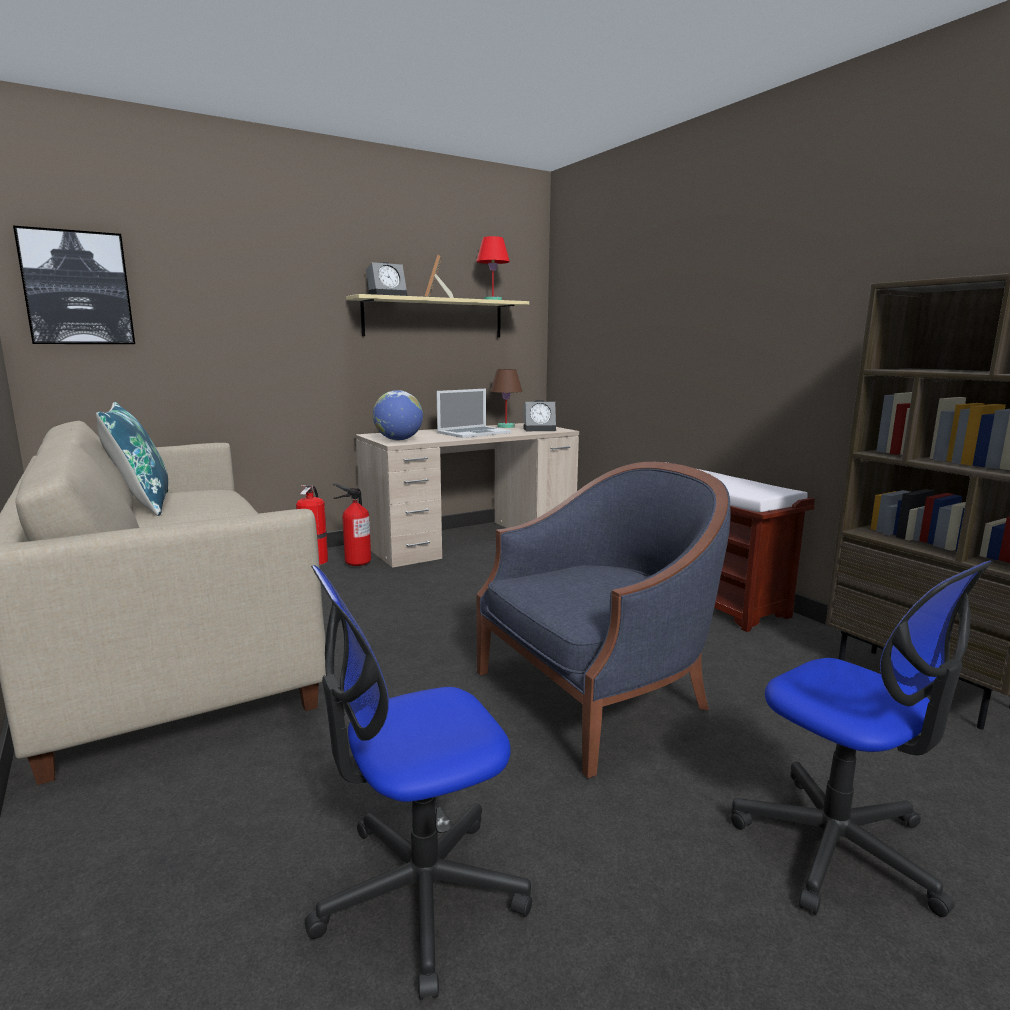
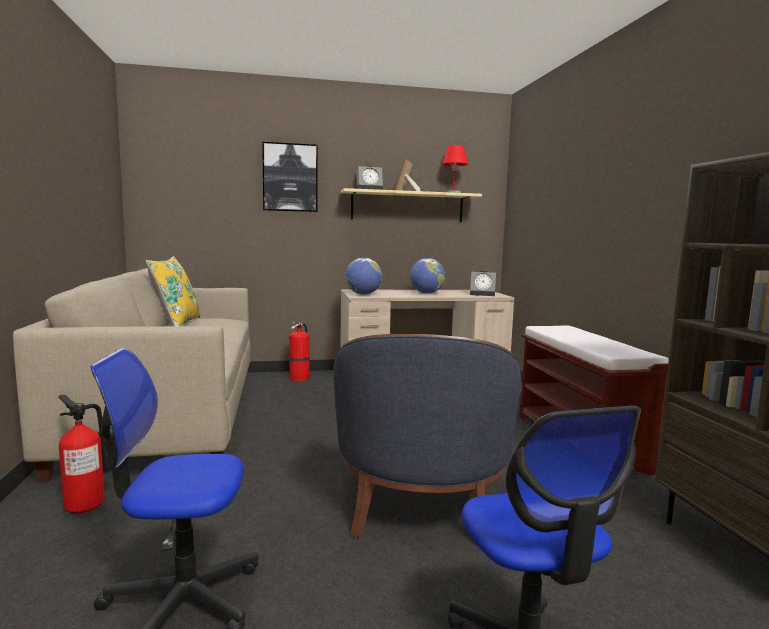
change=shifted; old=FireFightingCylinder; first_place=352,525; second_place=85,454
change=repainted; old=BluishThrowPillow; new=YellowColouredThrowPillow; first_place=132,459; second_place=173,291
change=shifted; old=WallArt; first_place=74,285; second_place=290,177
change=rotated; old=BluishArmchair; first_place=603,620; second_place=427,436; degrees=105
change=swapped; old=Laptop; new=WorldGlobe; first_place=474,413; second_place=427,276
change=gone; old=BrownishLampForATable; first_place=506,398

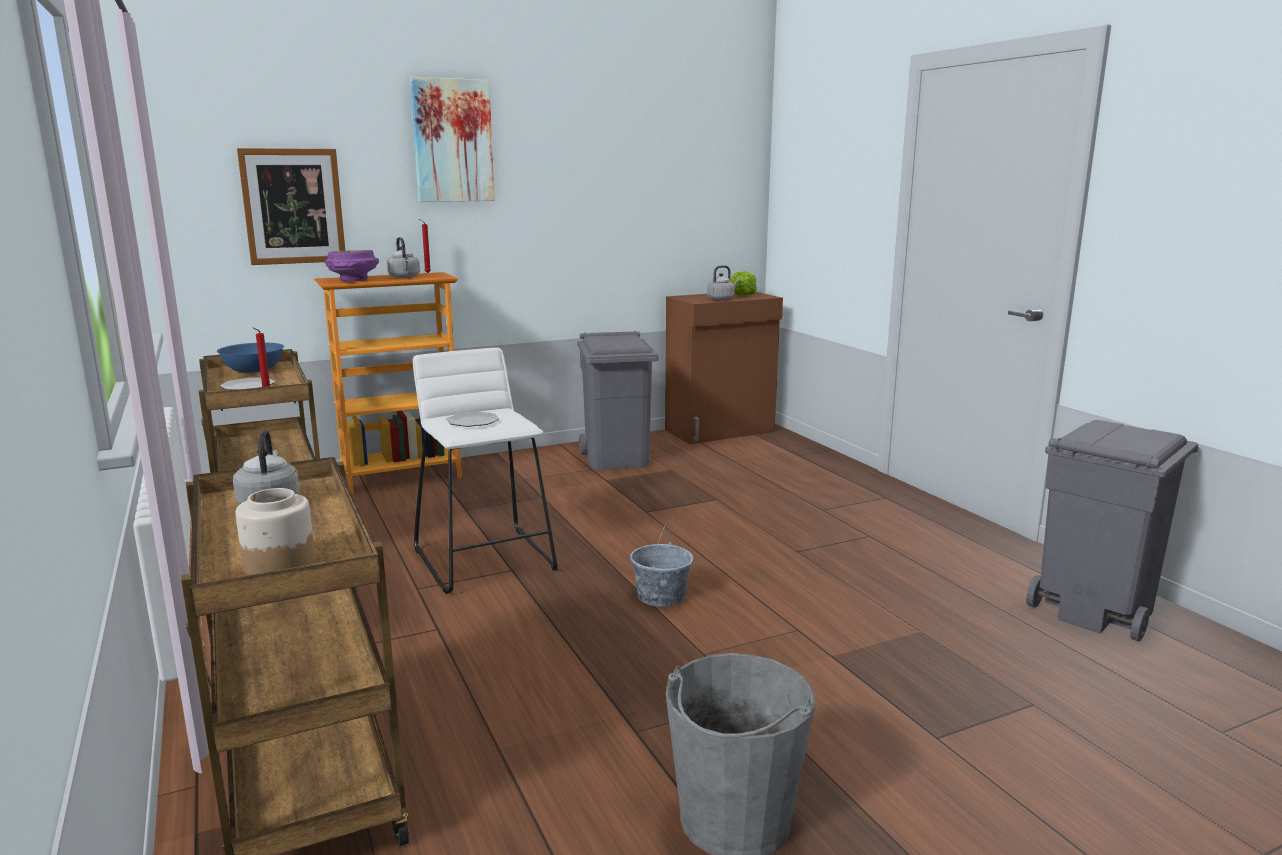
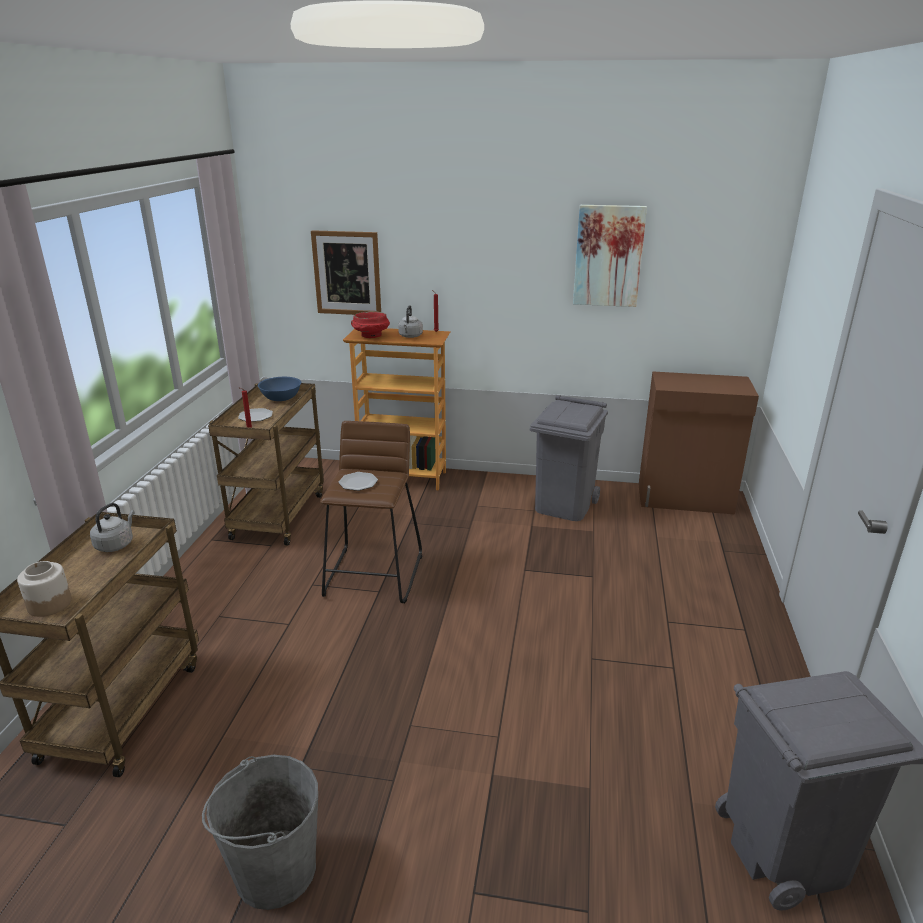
change=repainted; old=WhiteColouredSittingStool; new=BrownishSittingStool; first_place=485,471; second_place=371,512
change=repainted; old=PurpleBowl; new=RedColouredBowl; first_place=352,265; second_place=370,324
change=shifted; old=WallArt; first_place=452,139; second_place=610,256
change=gone; old=GrayPail; first_place=662,566
change=gone; old=GrayWaterKettle; first_place=723,282
change=gone; old=Lettuce; first_place=743,283

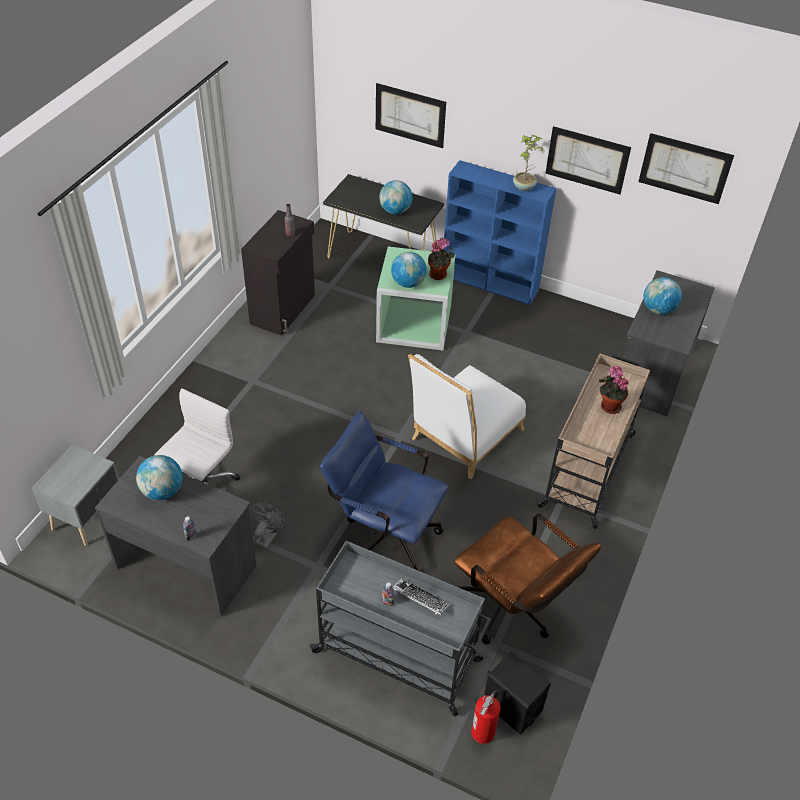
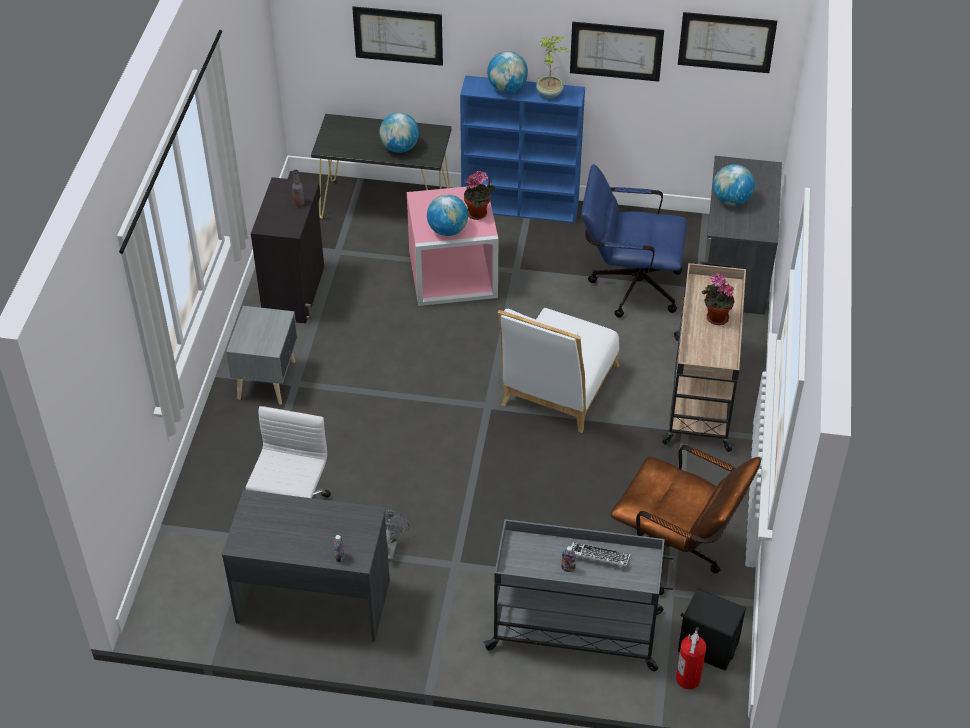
change=shifted; old=GrayBedsideTable; first_place=75,495; second_place=262,355
change=repainted; old=GreenColouredStorageBin; new=PinkishStorageBin; first_place=416,298; second_place=452,245
change=shifted; old=WorldGlobe; first_place=159,477; second_place=507,72
change=shifted; old=BluishDeskChair; first_place=384,490; second_place=634,241

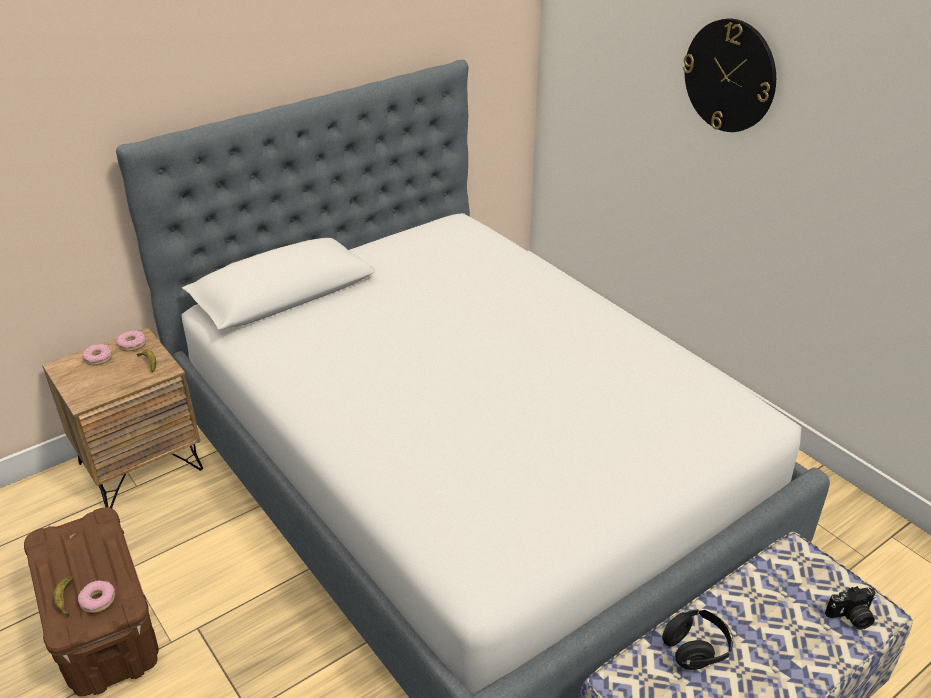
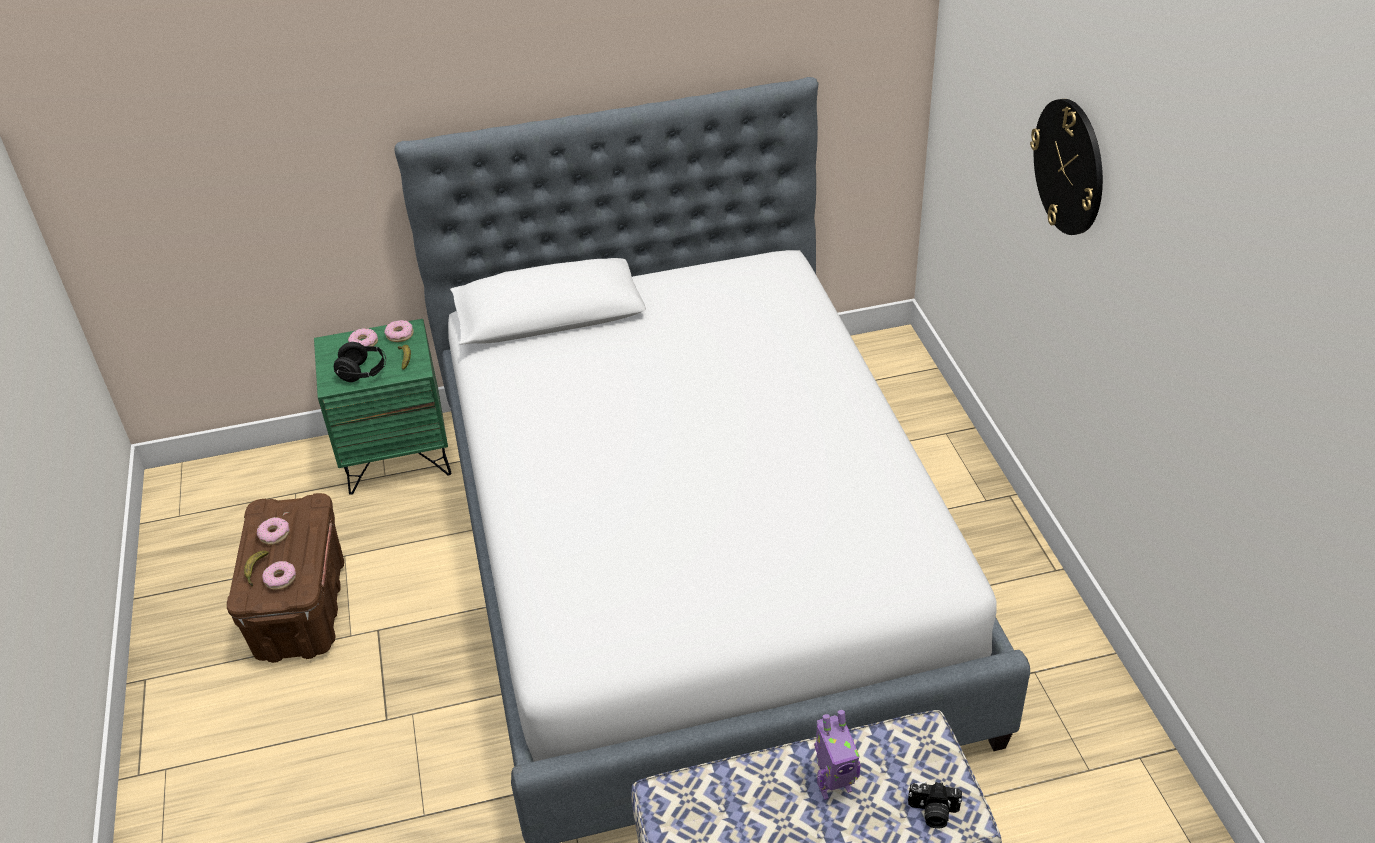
change=new; new=Donut; second_place=273,531
change=repainted; old=BrownishBedsideTable; new=GreenColouredBedsideTable; first_place=122,417; second_place=382,407
change=shifted; old=BlackColouredPairOfHeadphones; first_place=697,639; second_place=360,362
change=new; new=ModelRobot; second_place=837,755

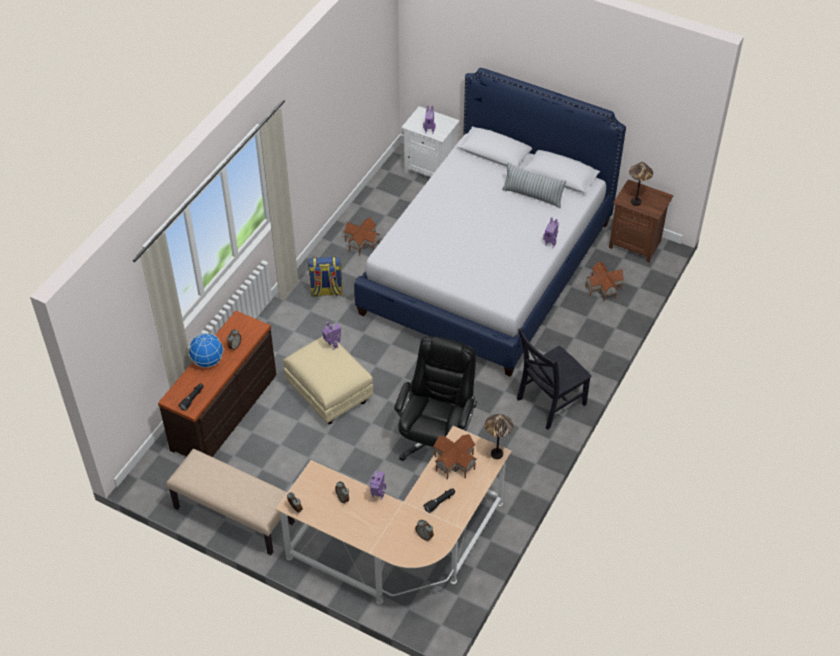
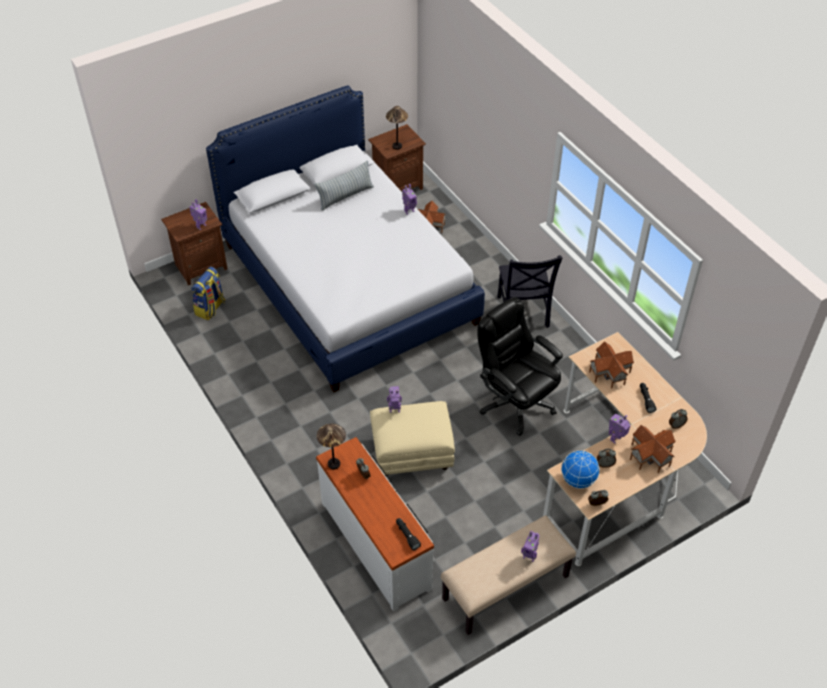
change=repainted; old=WhiteColouredBedsideTable; new=BrownishBedsideTable; first_place=430,141; second_place=194,243
change=shifted; old=Backpack; first_place=325,277; second_place=208,293
change=repainted; old=BrownishDrawerChest; new=WhiteColouredDrawerChest; first_place=217,384; second_place=375,524
change=shifted; old=LampForATable; first_place=499,436; second_place=331,446
change=new; new=ModelRobot; second_place=530,546
change=shifted; old=WorldGlobe; first_place=205,350; second_place=580,469
change=shifted; old=ModelHouse; first_place=362,236; second_place=652,449

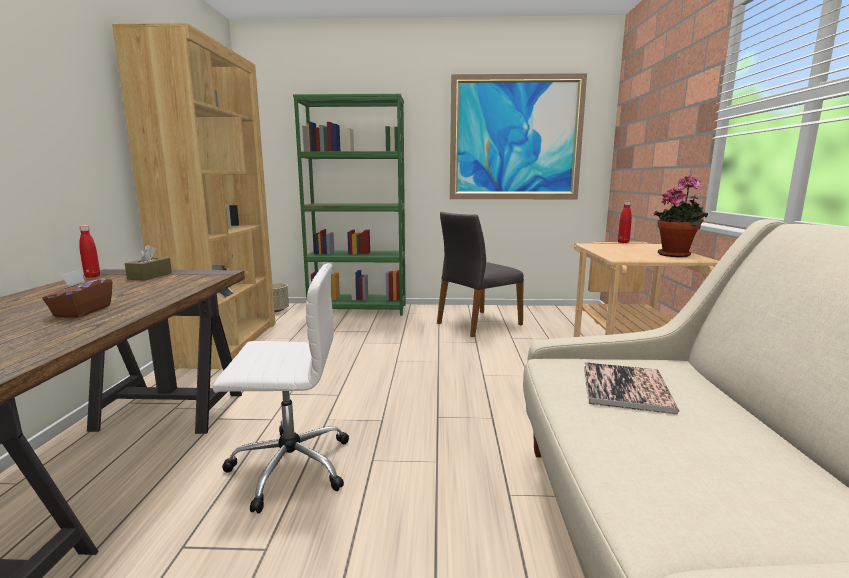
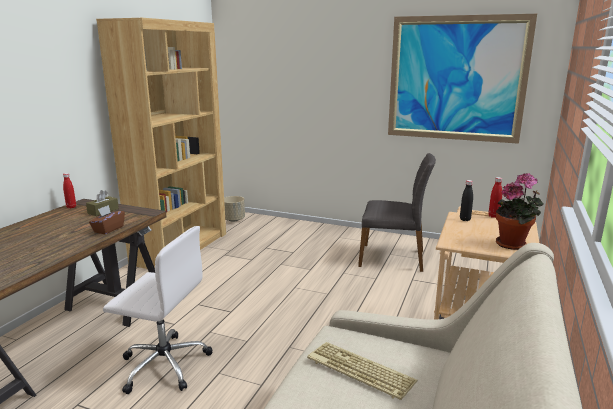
change=shifted; old=BrownishTissueBox; first_place=77,293; second_place=107,219
change=swapped; old=Book; new=Keyboard; first_place=631,388; second_place=362,371
change=rotated; old=GrayPlainChair; first_place=480,274; second_place=397,212; degrees=-150
change=new; new=BlackColouredBeverageBottle; second_place=466,200
change=gone; old=GreenColouredShelvingUnit; first_place=349,205

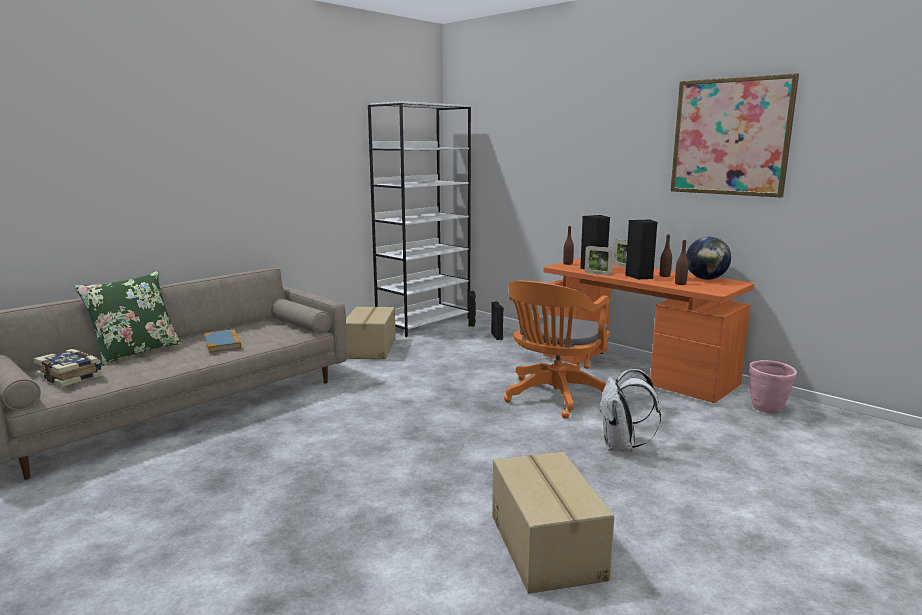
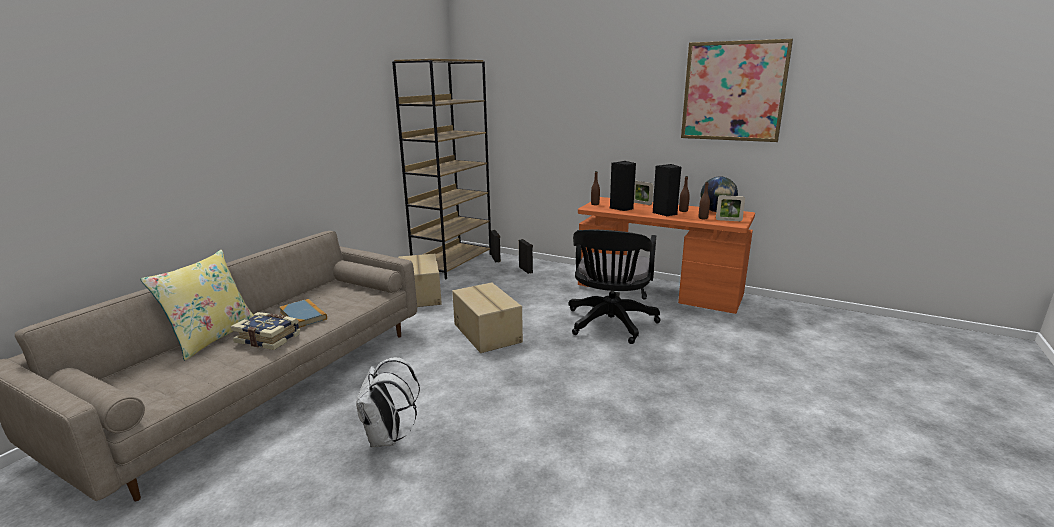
change=repainted; old=GreenColouredThrowPillow; new=YellowColouredThrowPillow; first_place=128,318; second_place=197,305
change=shifted; old=Book; first_place=68,368; second_place=265,331
change=shifted; old=WhiteColouredBackpack; first_place=630,410; second_place=388,402
change=repainted; old=WhiteColouredShelvingUnit; new=BrownishShelvingUnit; first_place=419,219; second_place=441,169
change=shifted; old=PackingBox; first_place=553,523; second_place=487,317
change=repainted; old=OrangeyDeskChair; new=BlackColouredDeskChair; first_place=557,350; second_place=614,287
change=shifted; old=StandingFrame; first_place=599,260; second_place=730,208
change=gone; old=PinkishFlowerPot; first_place=773,387

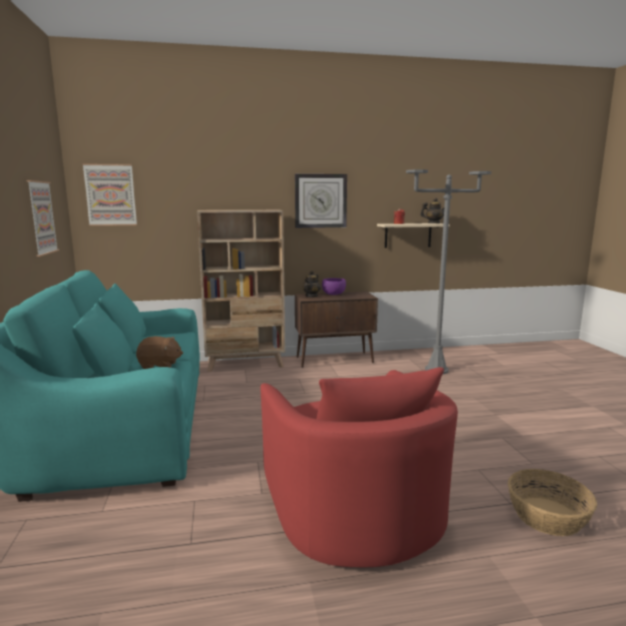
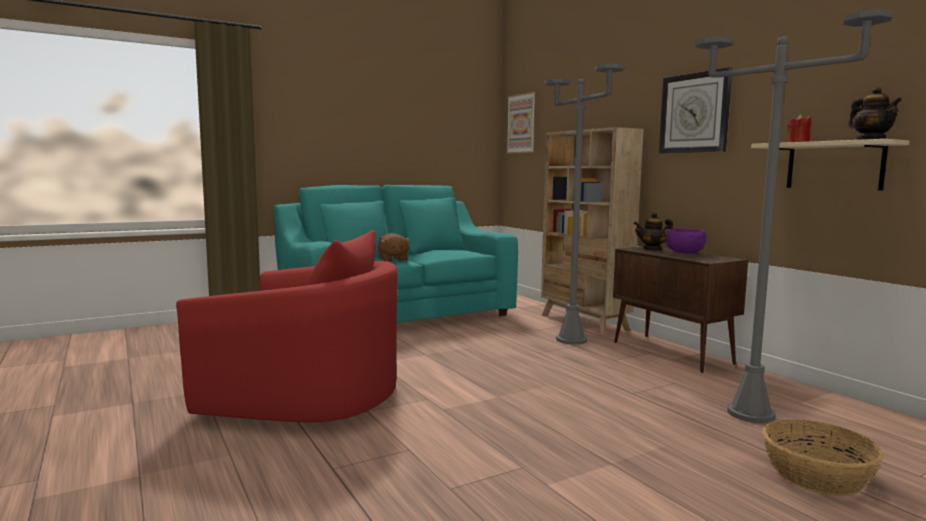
change=rotated; old=RedColouredArmchair; first_place=359,467; second_place=287,326; degrees=-135
change=new; new=GrayStandardLamp; second_place=584,204
change=shifted; old=HouseholdBasket; first_place=552,502; second_place=823,457
change=gone; old=WallArt; first_place=42,218

